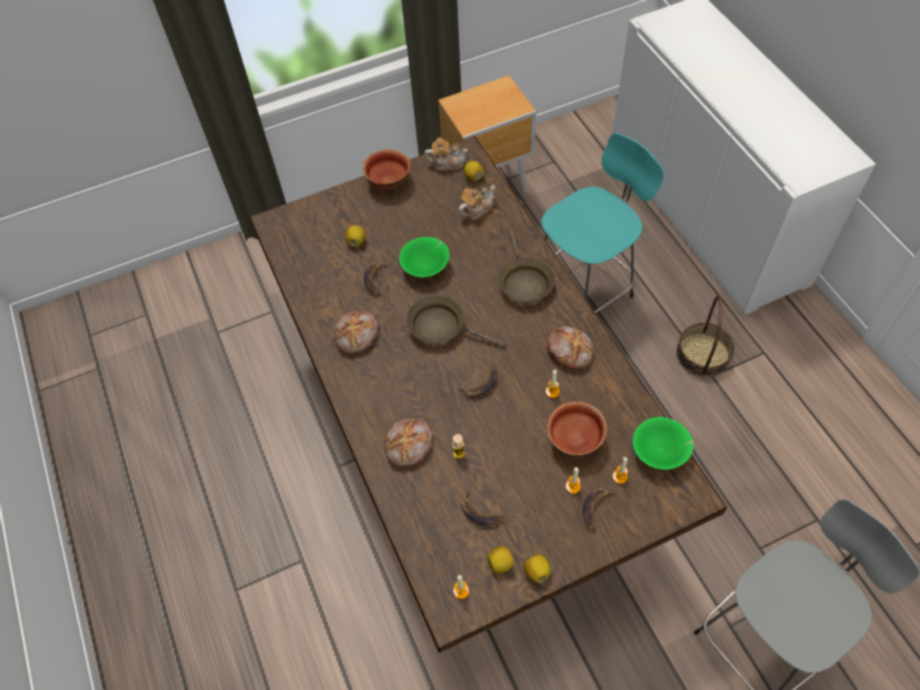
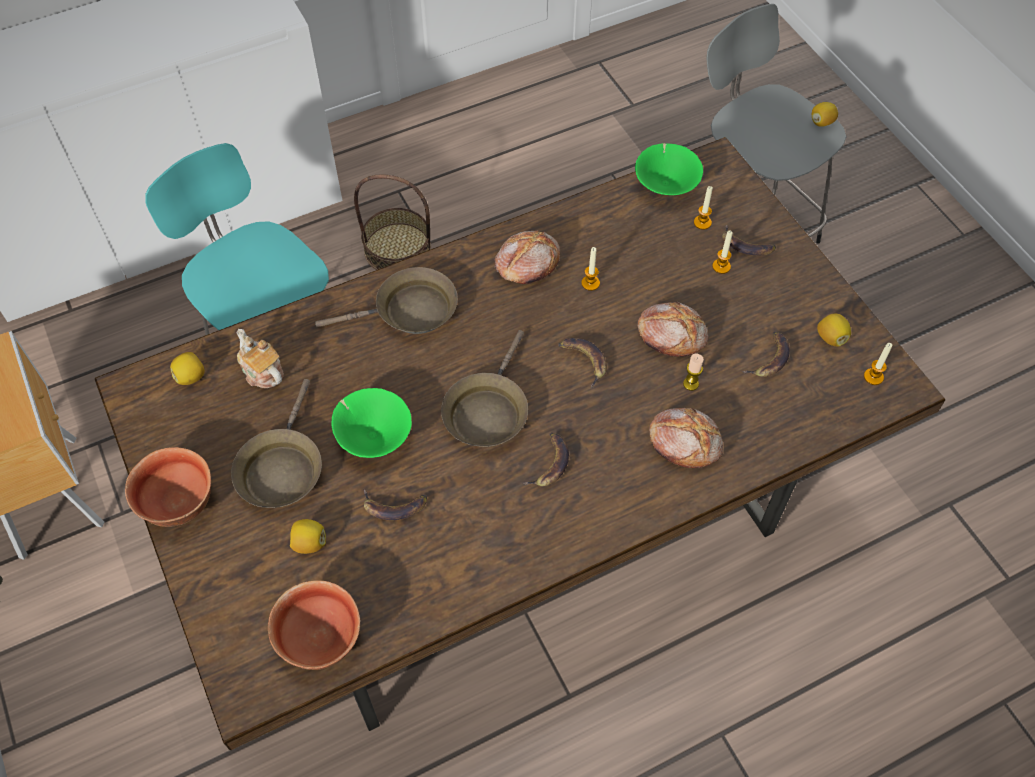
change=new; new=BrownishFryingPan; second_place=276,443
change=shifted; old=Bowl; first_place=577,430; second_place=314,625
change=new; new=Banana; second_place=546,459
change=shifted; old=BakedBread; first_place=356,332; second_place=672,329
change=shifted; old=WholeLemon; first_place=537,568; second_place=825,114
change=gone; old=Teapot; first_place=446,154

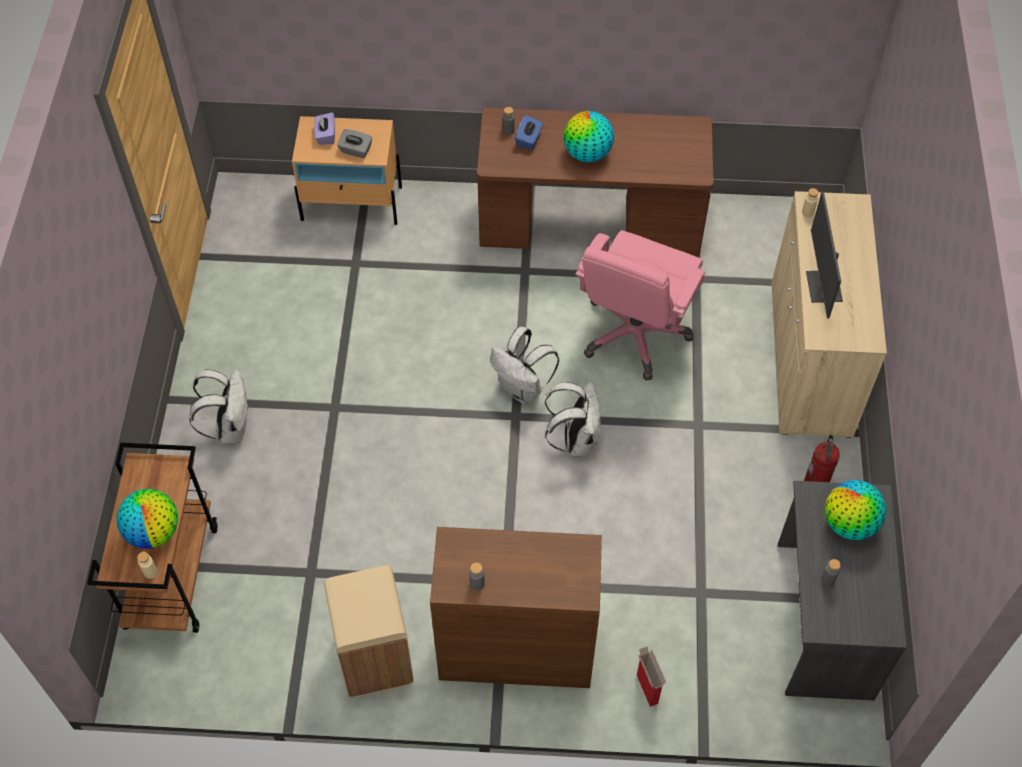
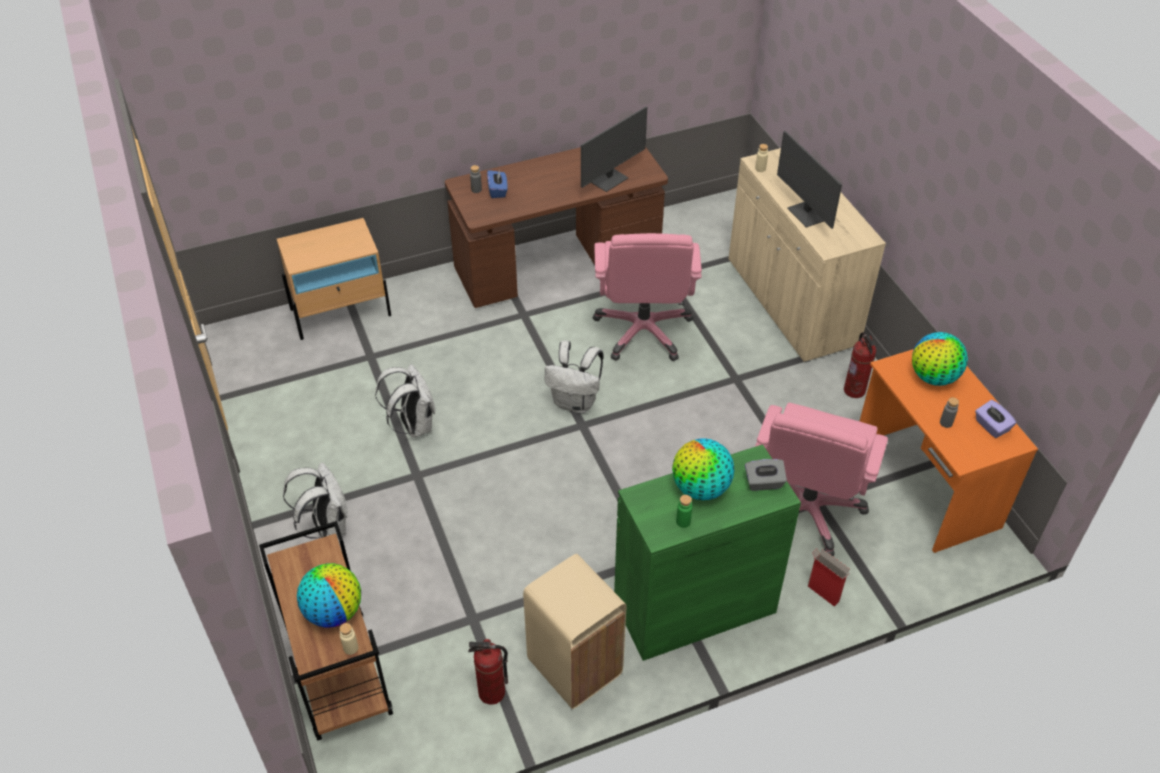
change=shifted; old=WhiteColouredBackpack; first_place=573,419; second_place=405,401
change=new; new=FireFightingCylinder; second_place=488,672
change=new; new=Monitor; second_place=614,149
change=repainted; old=BrownishCabinet; new=GreenColouredCabinet; first_place=516,607; second_place=707,552
change=shifted; old=WorldGlobe; first_place=588,136; second_place=703,469
change=repainted; old=GrayBeverageBottle; new=GreenColouredBeverageBottle; first_place=477,576; second_place=684,511
change=shifted; old=GrayTissueBox; first_place=354,143; second_place=766,475
change=new; new=PinkishDeskChair; second_place=821,479
change=repainted; old=GrayDeskTable; new=OrangeyDeskTable; first_place=842,591; second_place=949,451
change=shifted; old=PurpleTissueBox; first_place=324,128; second_place=995,419

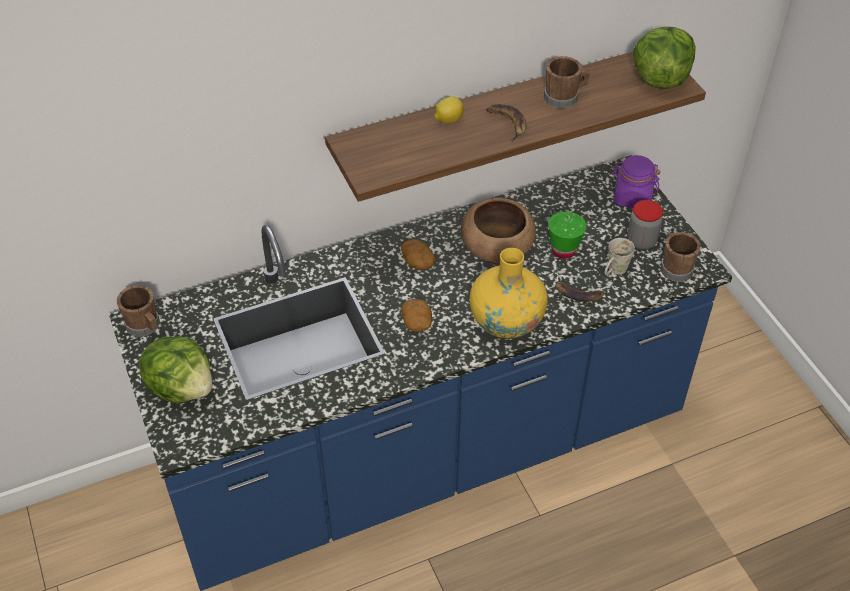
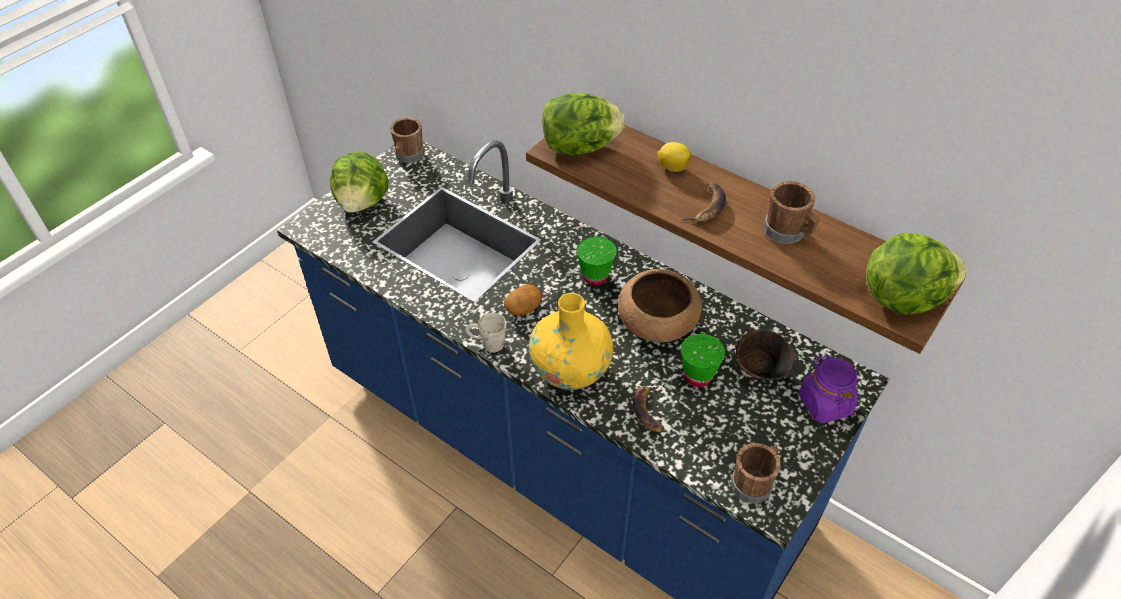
change=shifted; old=WhiteColouredCoffeeMug; first_place=620,256; second_place=485,332
change=new; new=Lettuce; second_place=583,124
change=swapped; old=Spud; new=GreenColouredCup; first_place=418,254; second_place=596,260
change=new; new=BrownishBowl; second_place=766,355
change=gone; old=StorageJar; first_place=645,224

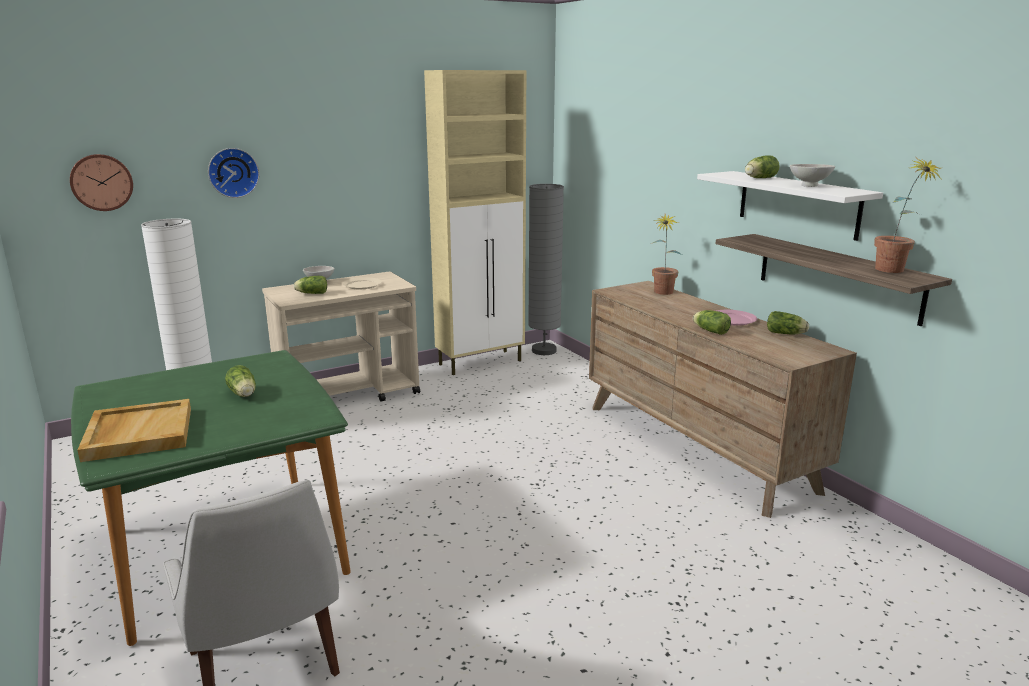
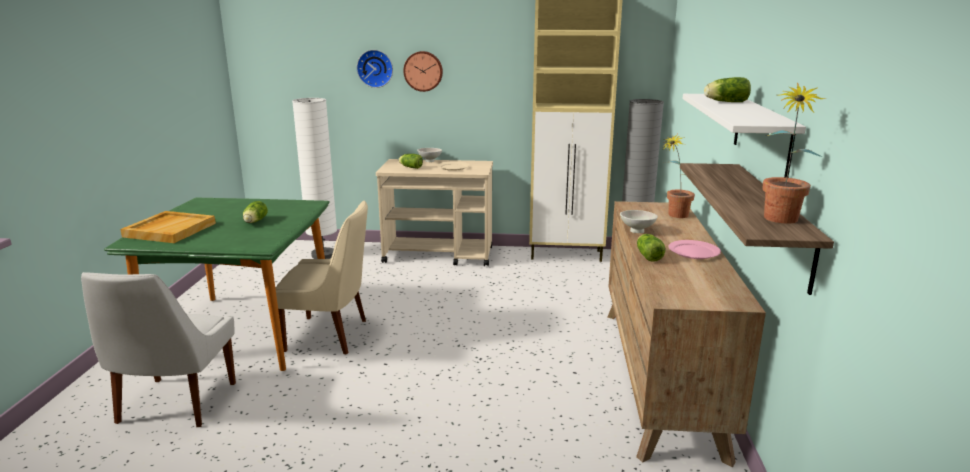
change=new; new=BeigeColouredPlainChair; second_place=321,278
change=shifted; old=WallClock; first_place=101,182; second_place=423,71
change=shifted; old=WhiteColouredBowl; first_place=812,175; second_place=639,221
change=gone; old=Lettuce; first_place=788,322

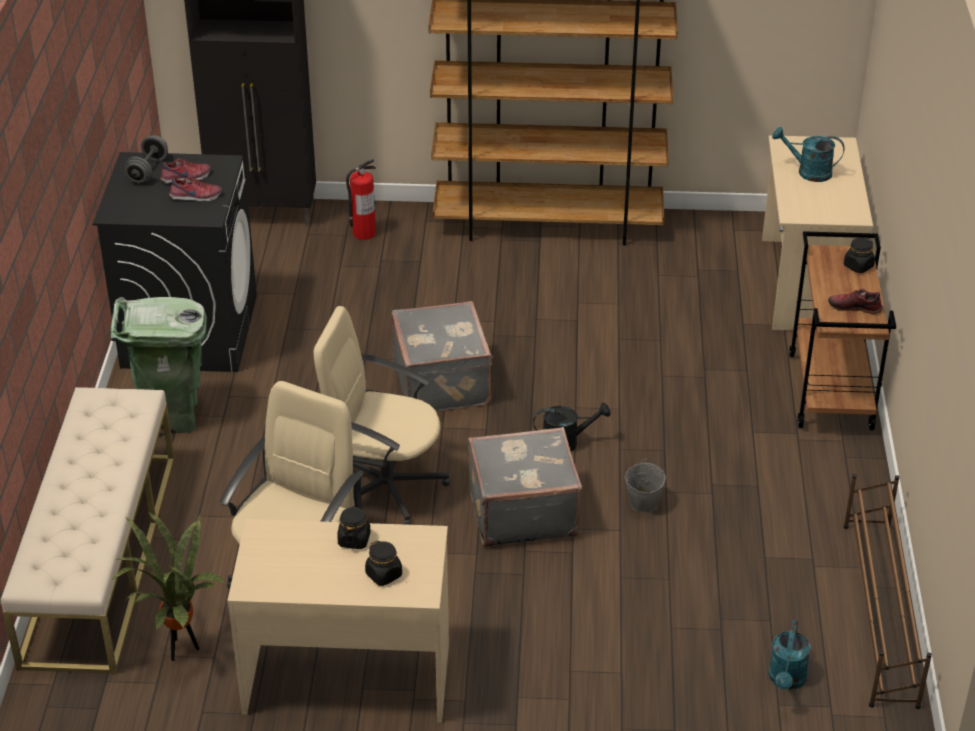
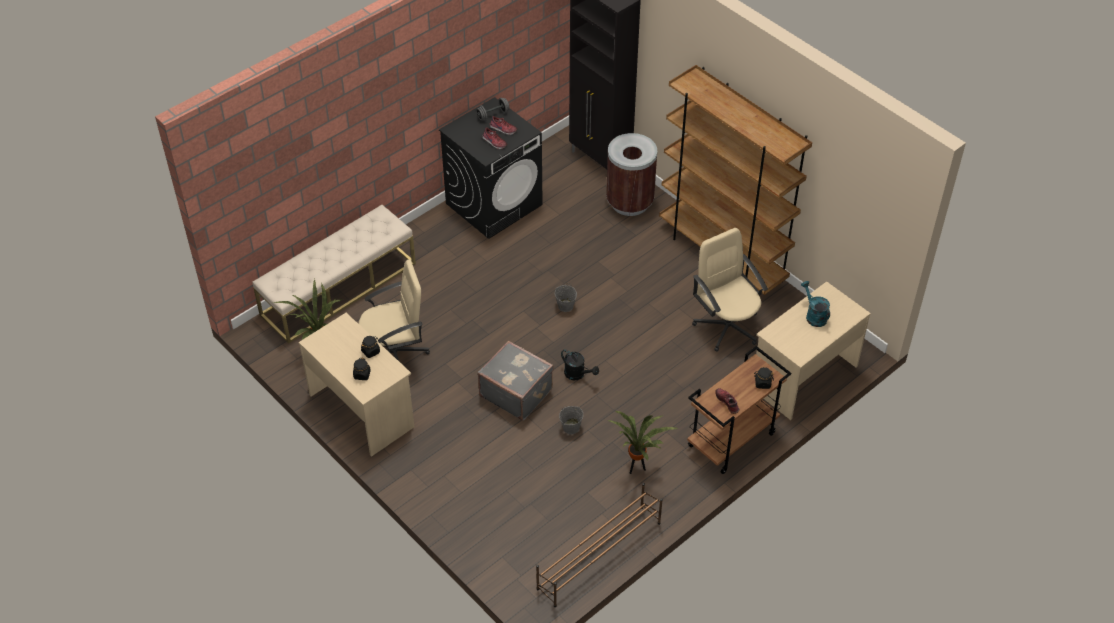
change=swapped; old=GrayPieceOfLuggage; new=GrayPail; first_place=442,356; second_place=566,297
change=swapped; old=FireFightingCylinder; new=BrownishTrashCan; first_place=361,199; second_place=631,174
change=new; new=PottedPlant; second_place=643,442
change=shifted; old=BeigeColouredDeskChair; first_place=381,415; second_place=730,290
change=gone; old=GreenColouredTrashCan; first_place=158,365
change=gone; old=TurquoiseColouredWateringPot; first_place=789,655

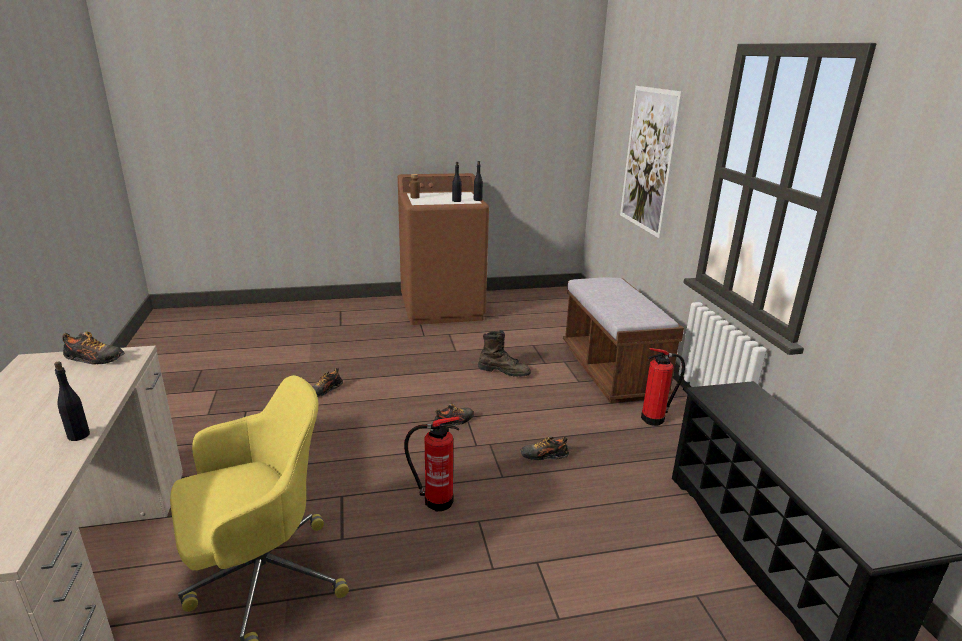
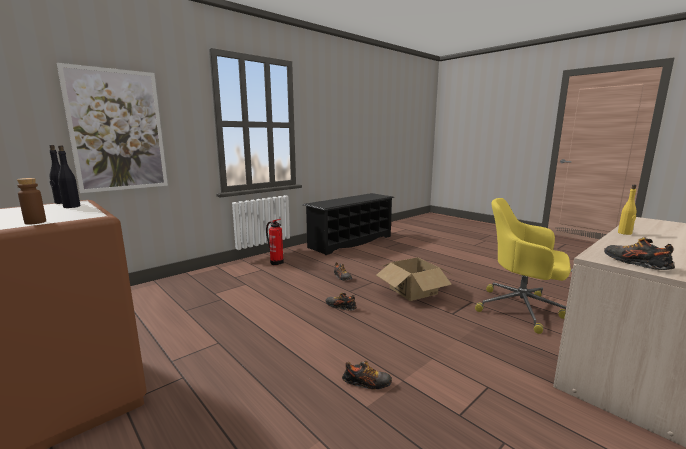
change=swapped; old=FireFightingCylinder; new=PackingBox; first_place=432,464; second_place=414,279
change=repainted; old=BlackColouredBeverageBottle; new=YellowColouredBeverageBottle; first_place=72,401; second_place=627,210
change=gone; old=BrownishTallBoot; first_place=504,353
change=gone; old=BrownishIndoorBench; first_place=623,340

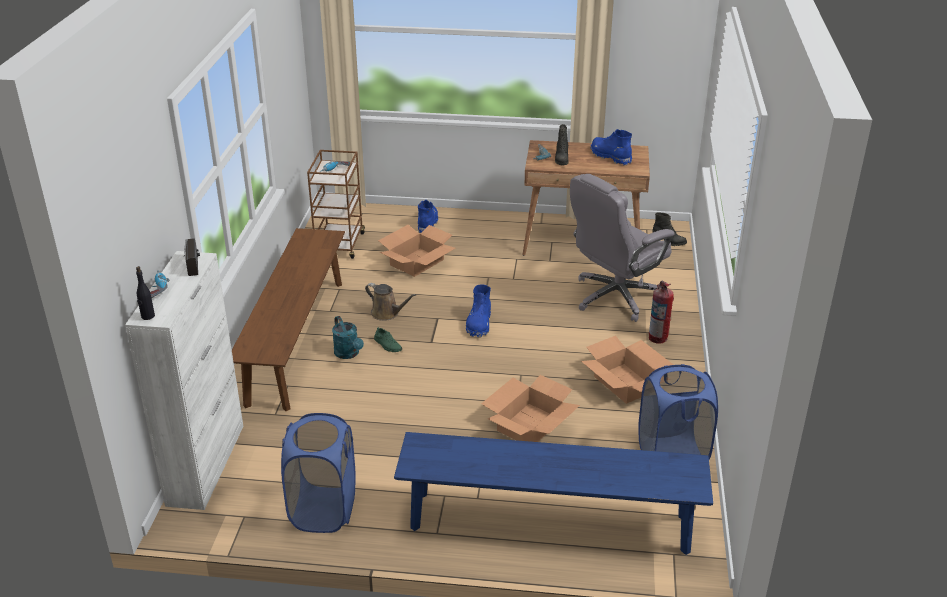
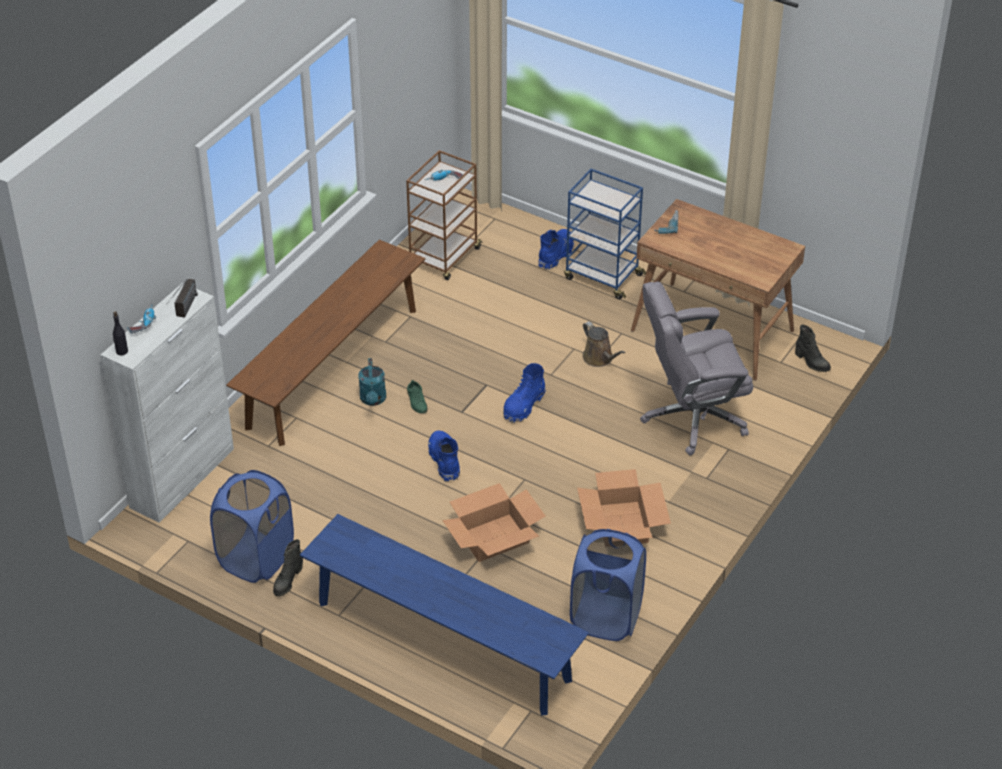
change=shifted; old=BlackColouredTallBoot; first_place=561,144; second_place=288,567
change=shifted; old=BluishTallBoot; first_place=611,147; second_place=444,456
change=new; new=BluishWheeledCart; second_place=605,234
change=shifted; old=BrownishWateringPot; first_place=391,302; second_place=604,344
change=gone; old=PackingBox; first_place=416,251
change=gone; old=FireFightingCylinder; first_place=661,312

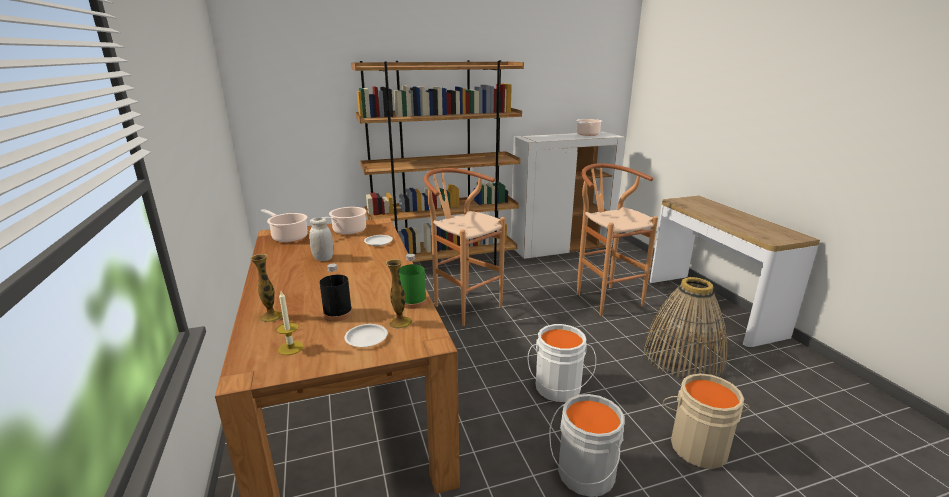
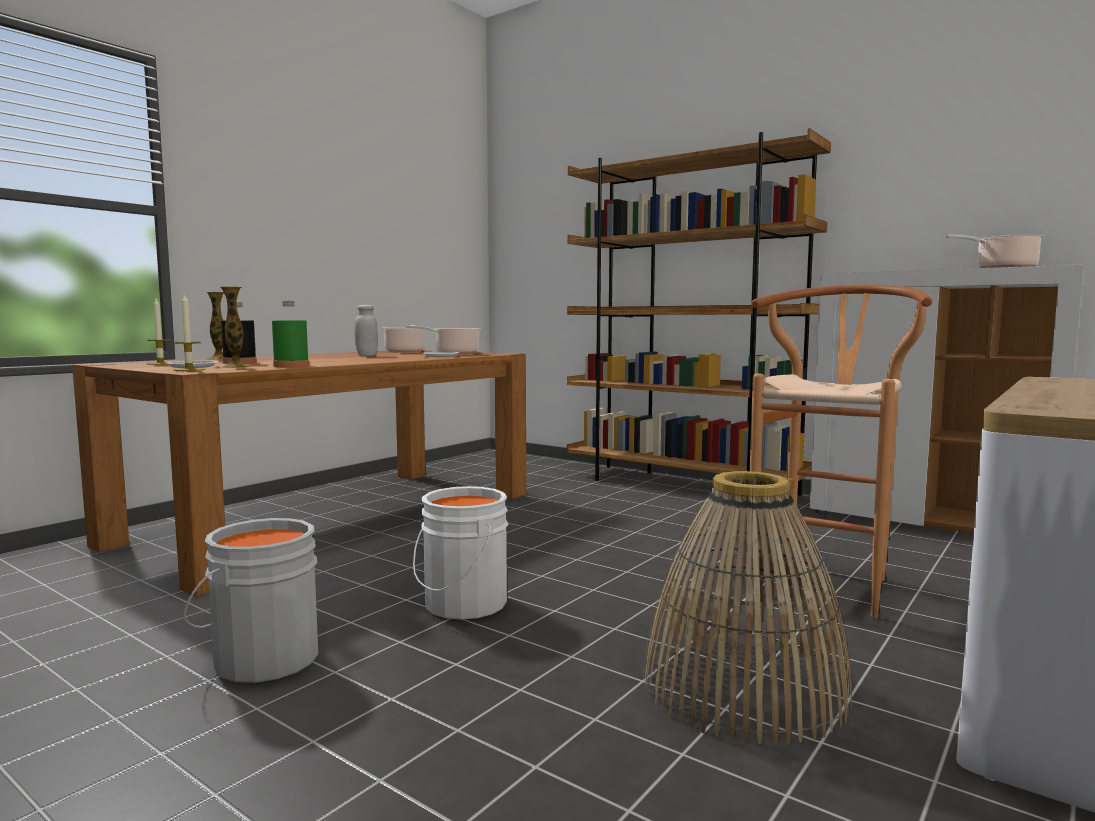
change=new; new=WaxLight; second_place=189,332
change=gone; old=BrownishSittingStool; first_place=464,247
change=gone; old=BeigeColouredPail; first_place=706,421

